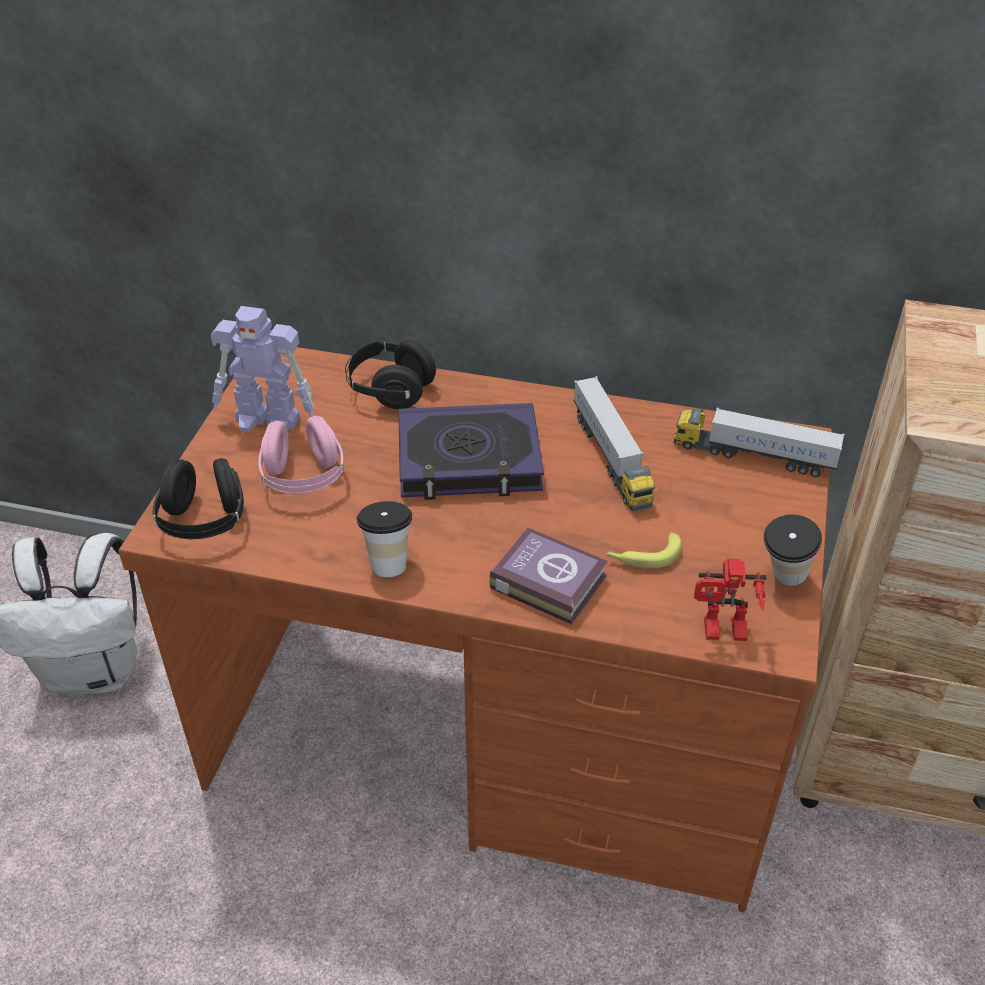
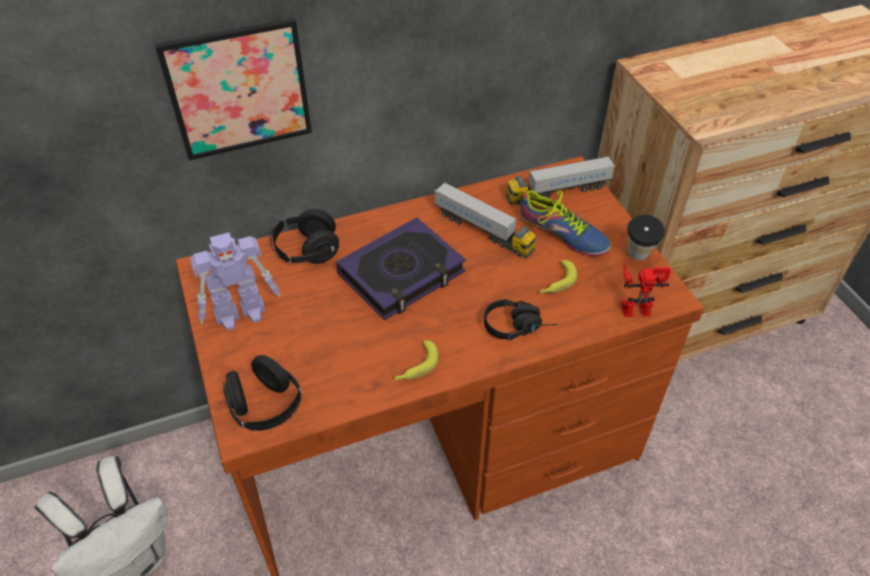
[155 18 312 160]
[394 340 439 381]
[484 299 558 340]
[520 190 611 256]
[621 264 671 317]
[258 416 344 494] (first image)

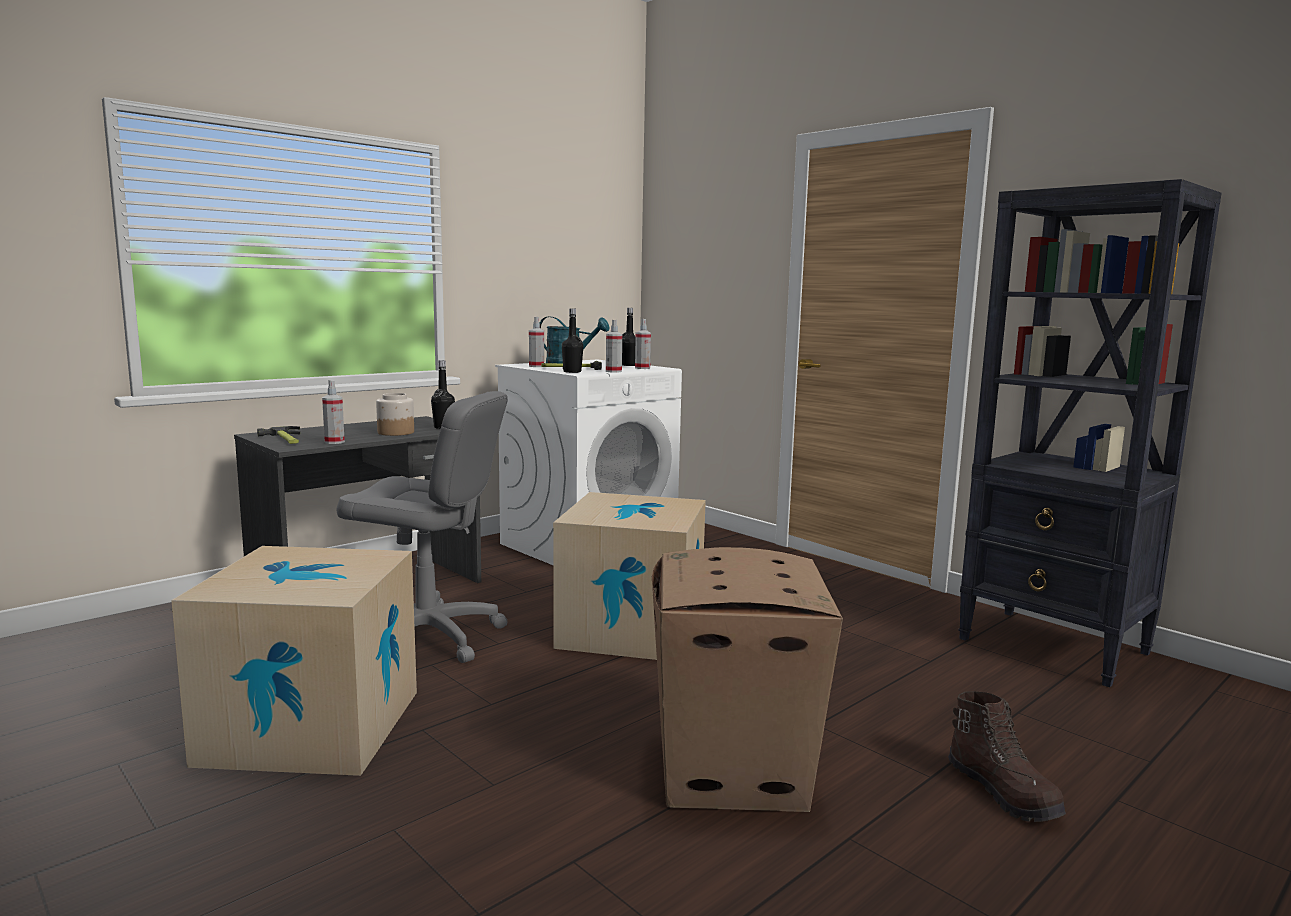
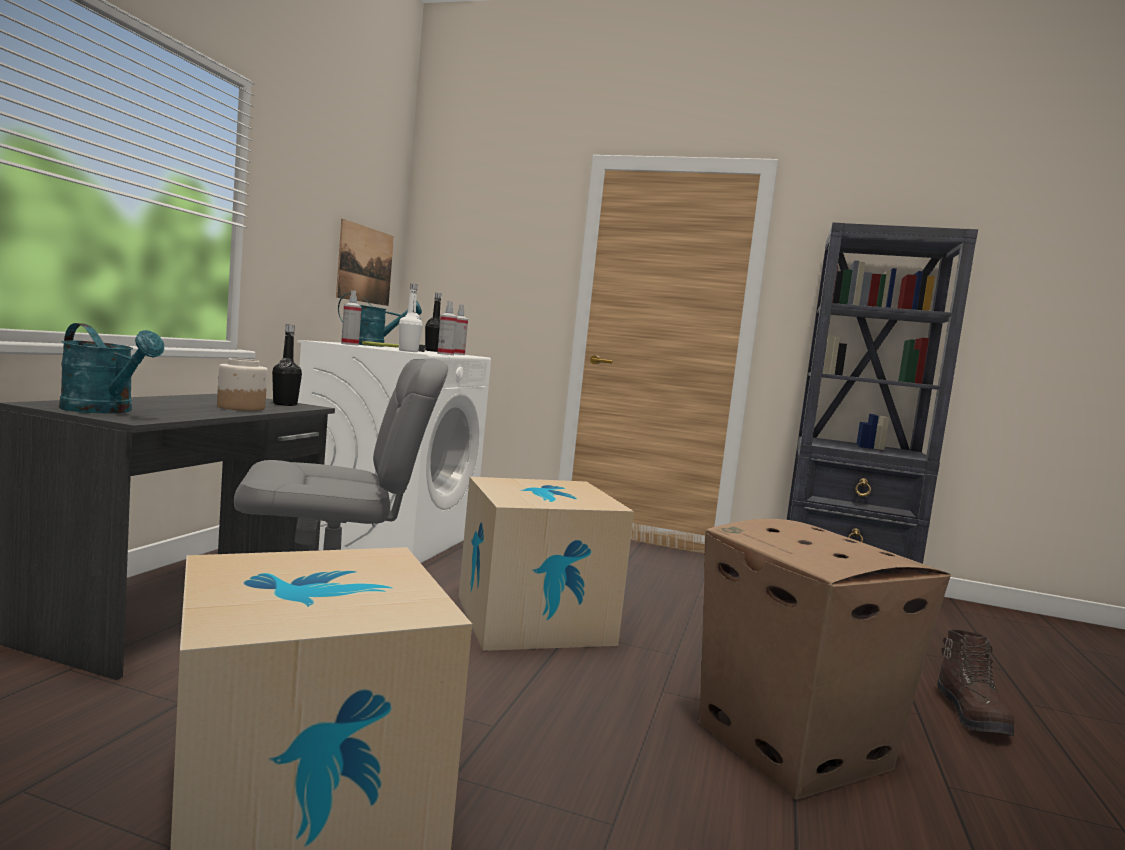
[59 323 164 413]
[336 219 394 306]
[399 284 422 352]
[937 630 1014 736]
[322 380 345 444] (first image)

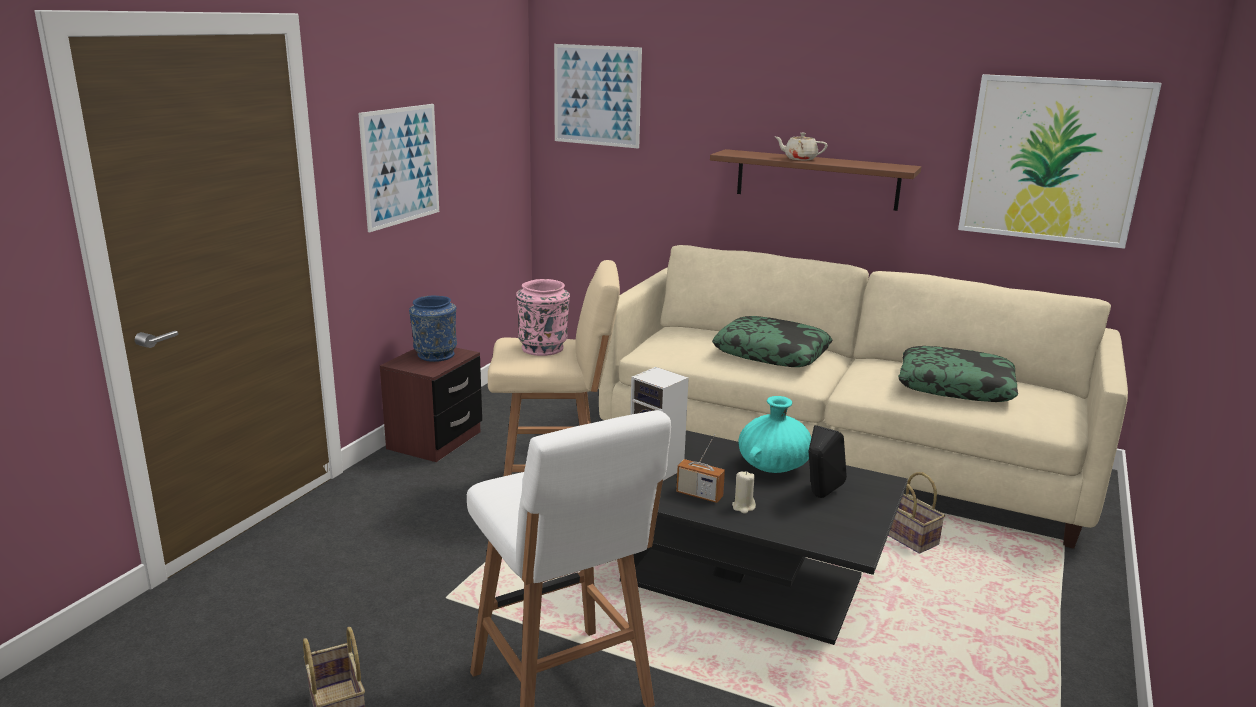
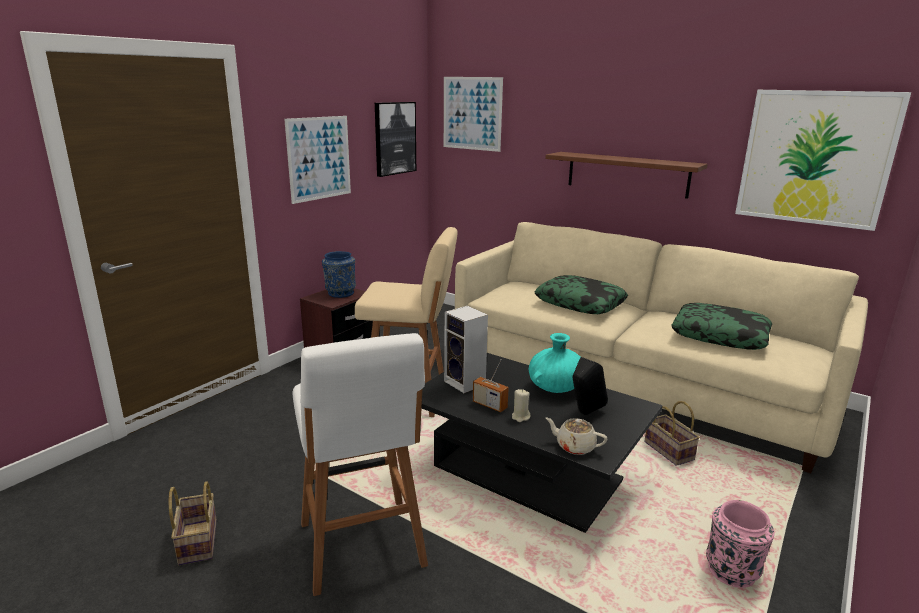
[375 102 416 177]
[546 417 608 455]
[706 500 775 588]

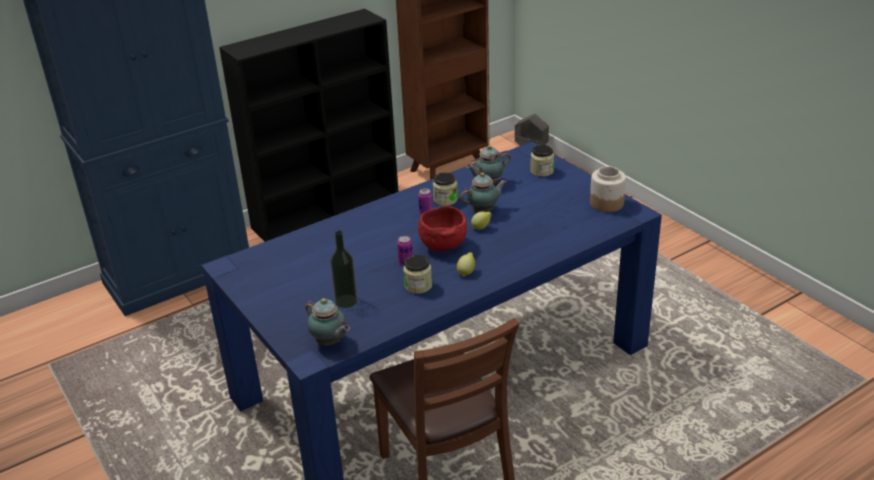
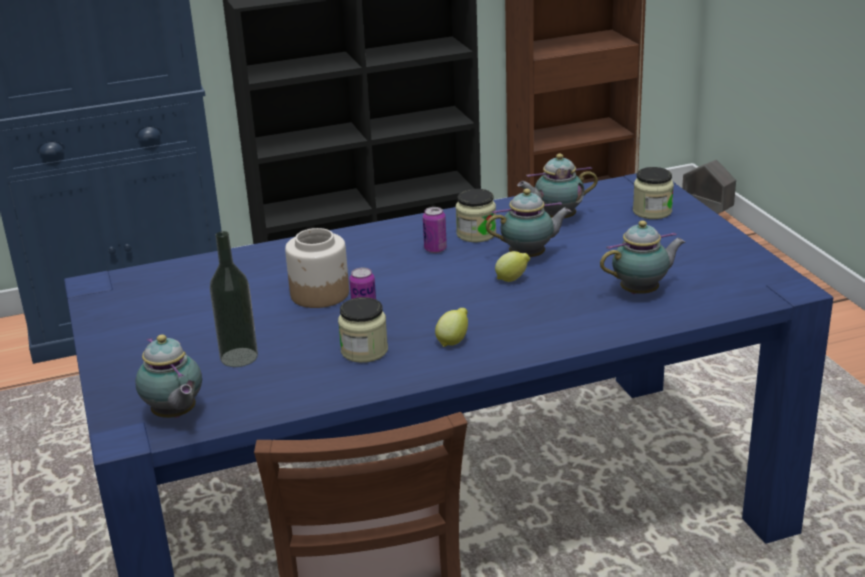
[285 228 349 308]
[600 220 685 294]
[418 206 467 251] (first image)

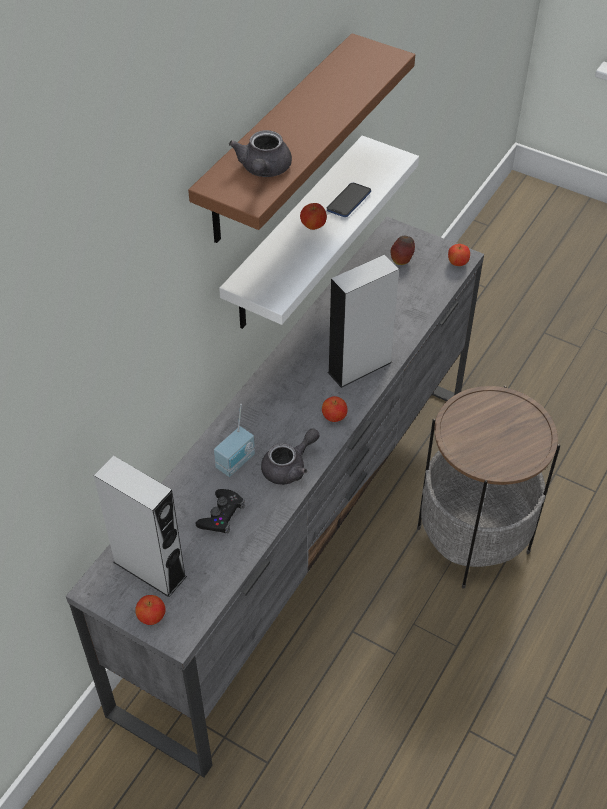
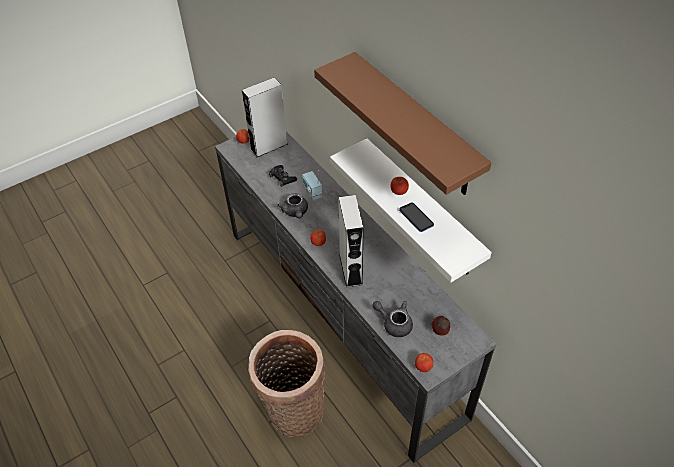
[249 330 325 437]
[372 301 413 337]

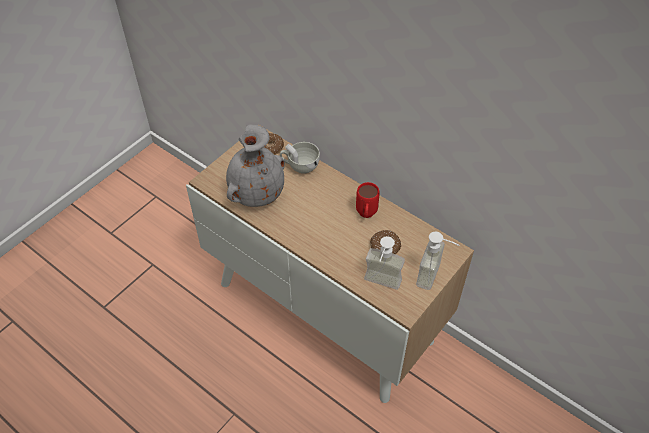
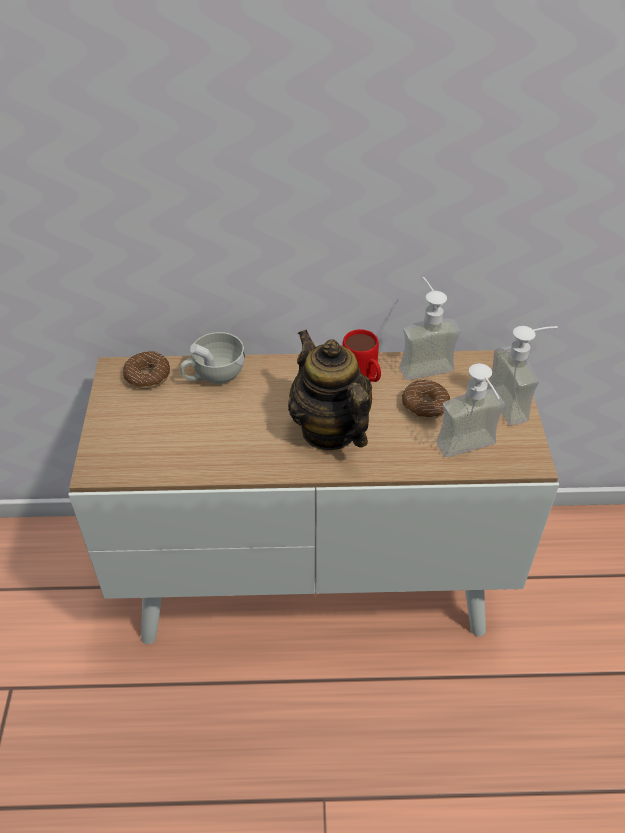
[288 330 372 451]
[399 277 460 380]
[226 124 285 207] (first image)

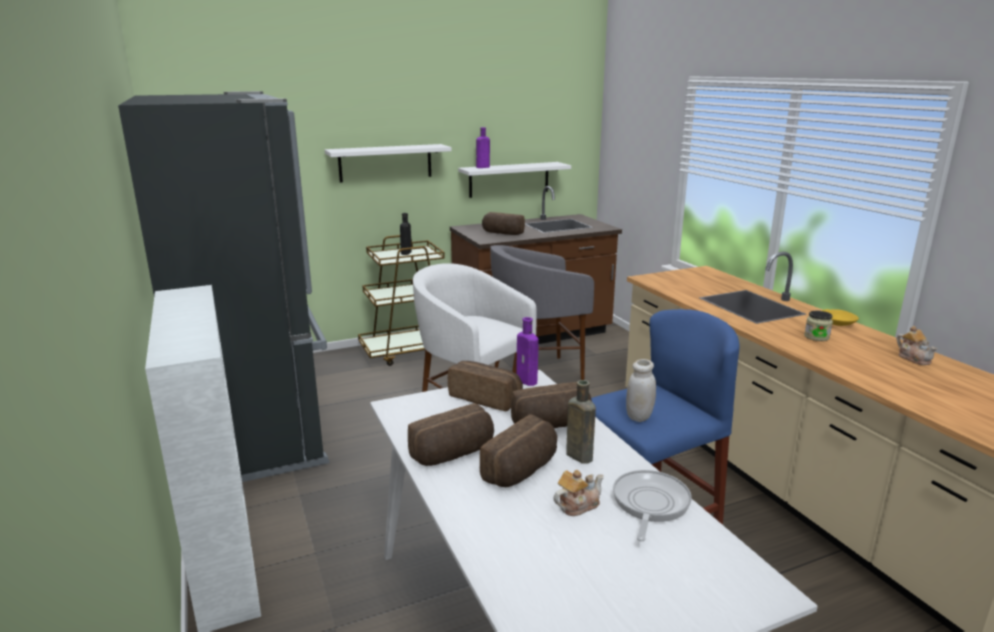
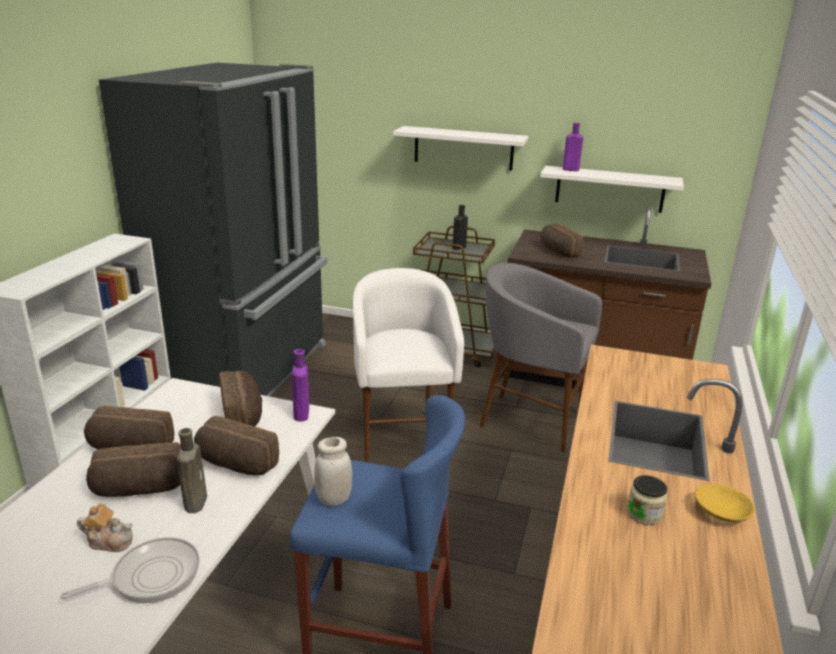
[897 326 937 365] (first image)

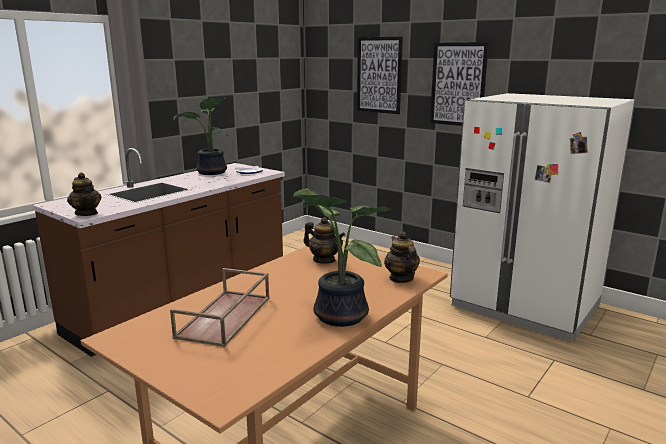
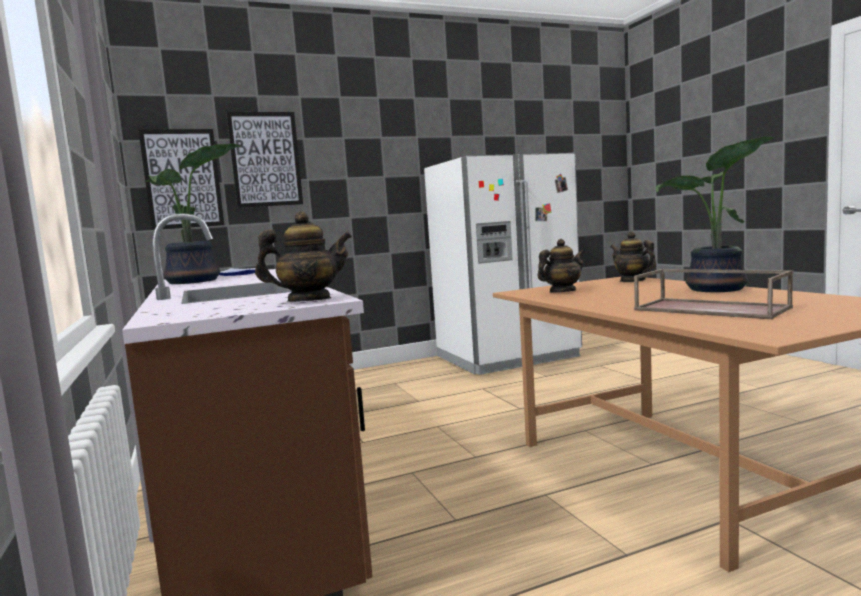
[138 129 224 230]
[610 232 656 282]

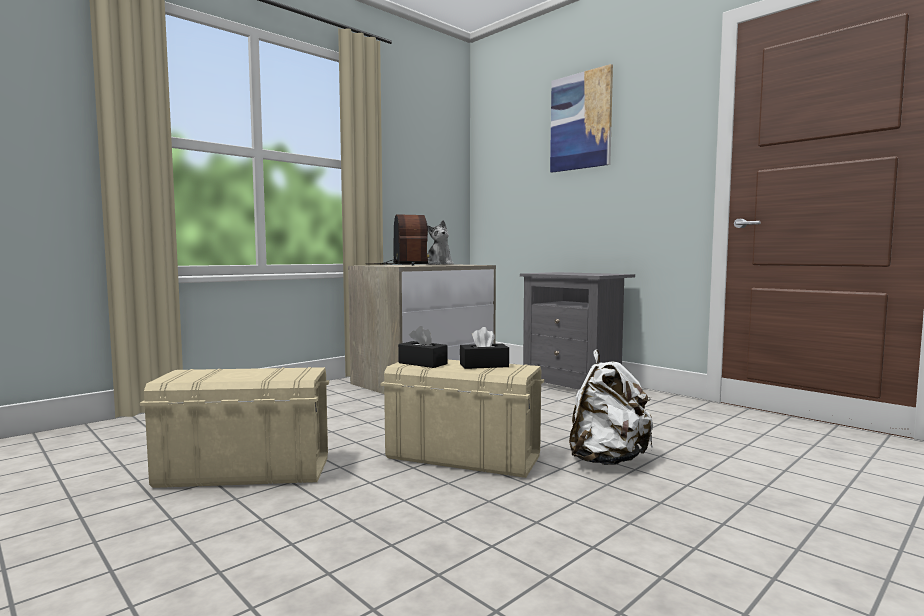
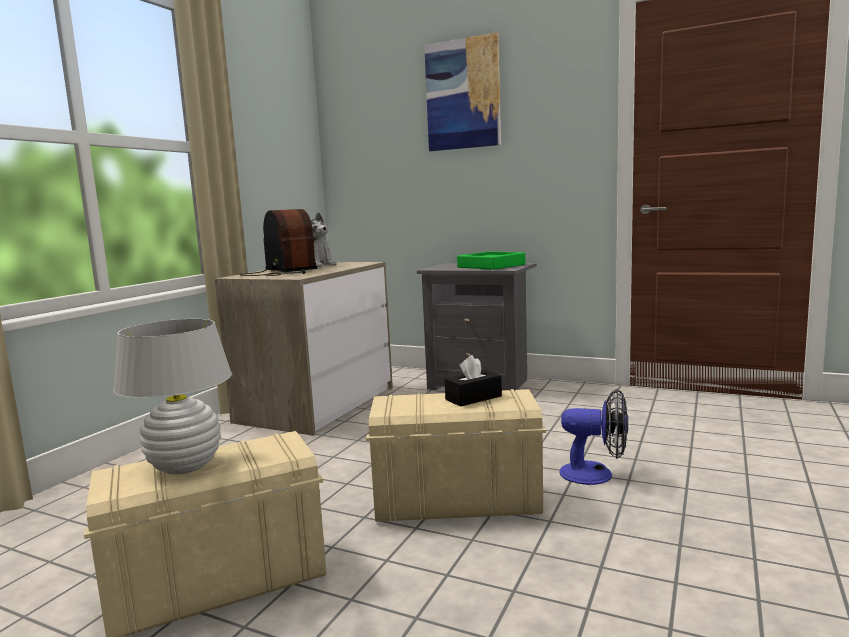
[113 319 232 475]
[457 251 525 270]
[559 389 628 485]
[398 326 448 368] (first image)

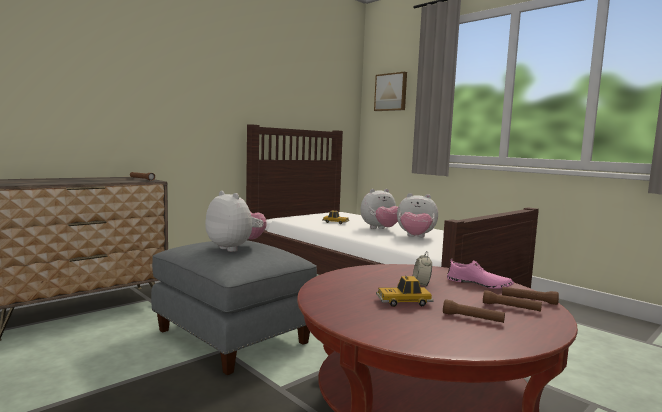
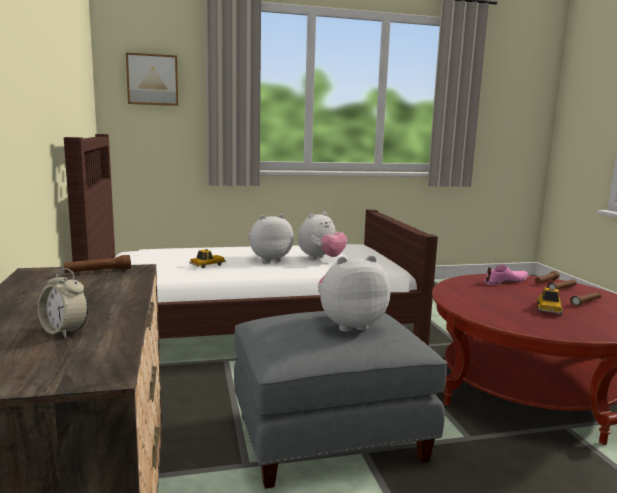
[38 268 88 338]
[248 214 293 263]

